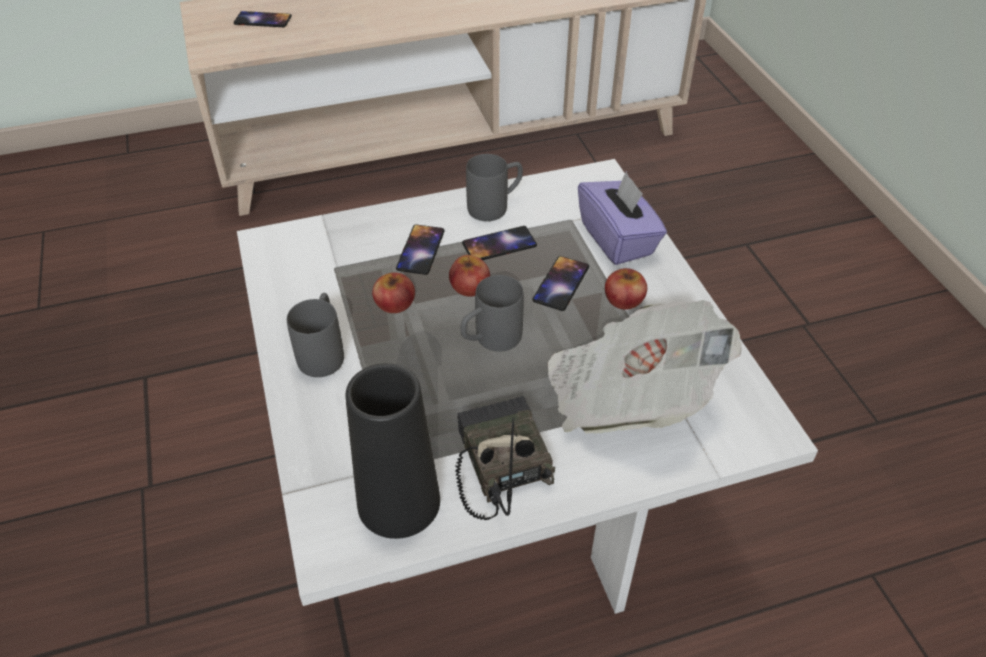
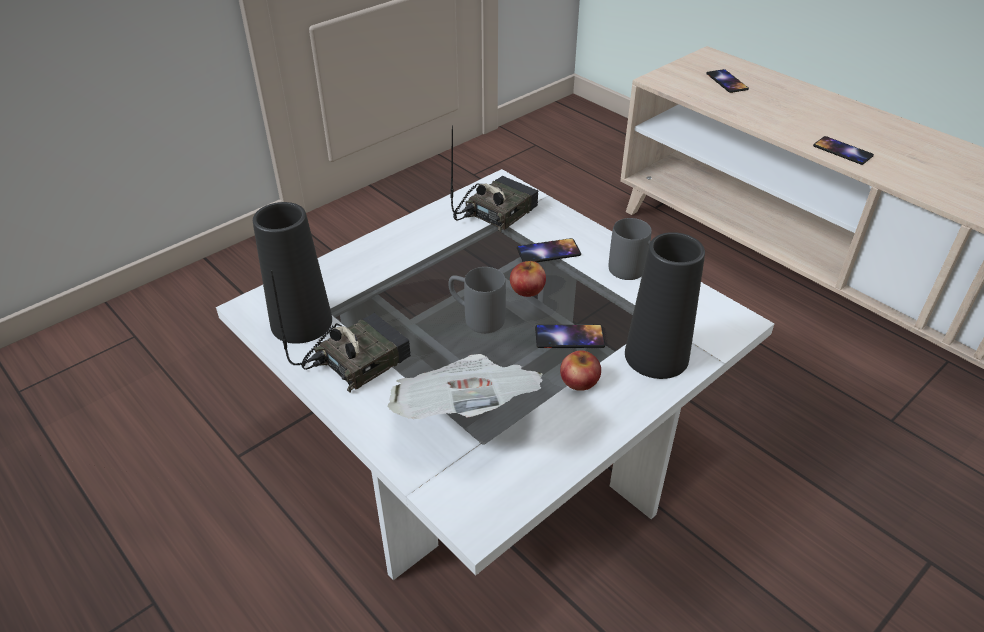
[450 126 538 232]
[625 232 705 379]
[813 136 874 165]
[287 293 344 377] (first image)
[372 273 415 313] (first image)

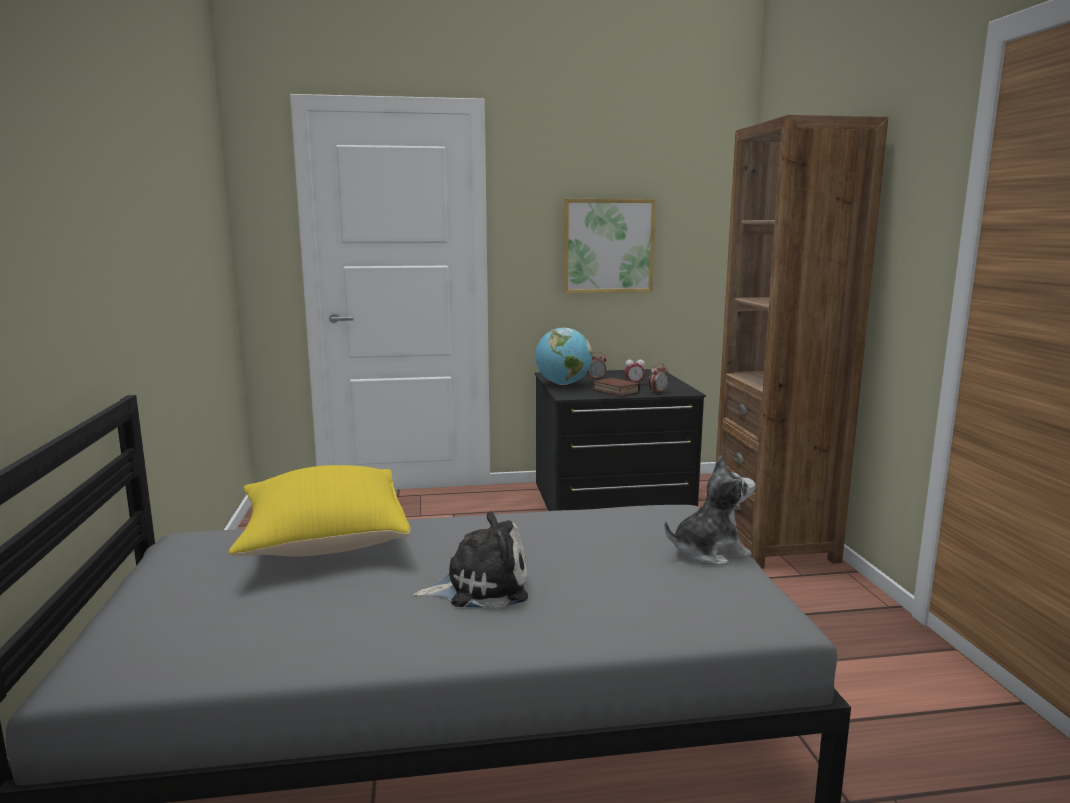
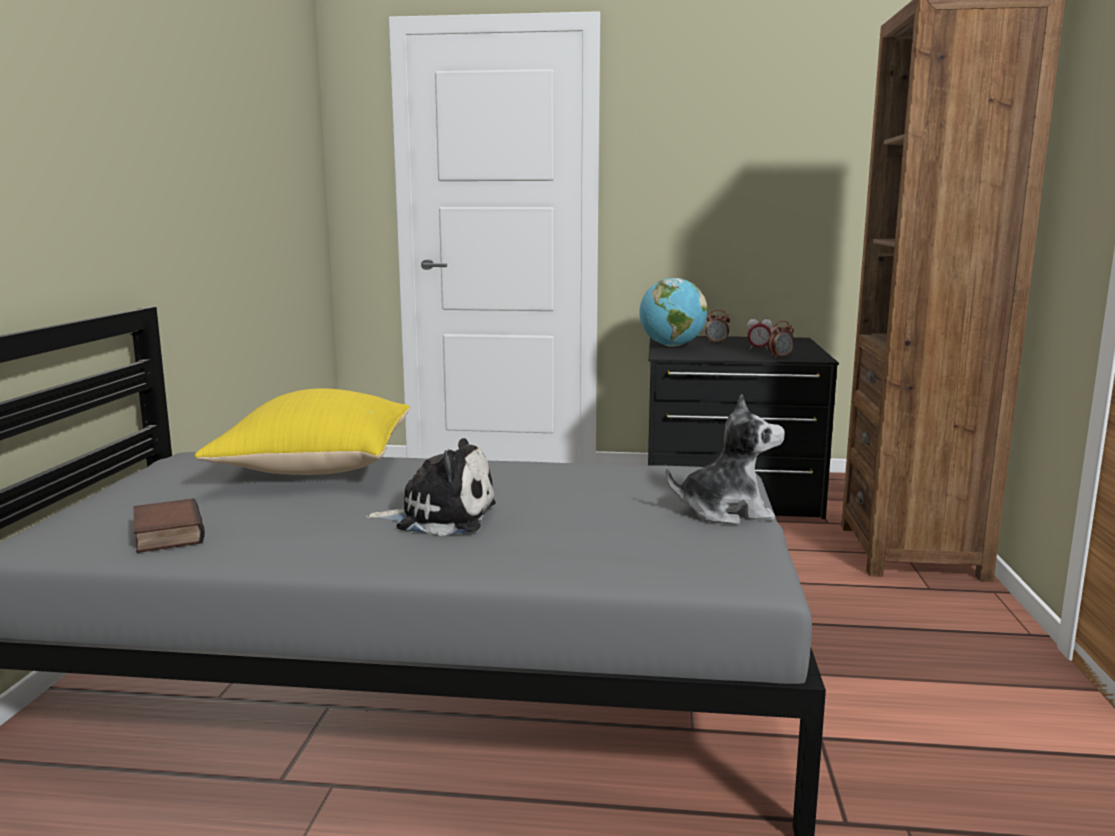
[133 498 205 553]
[563 199 656 293] (first image)

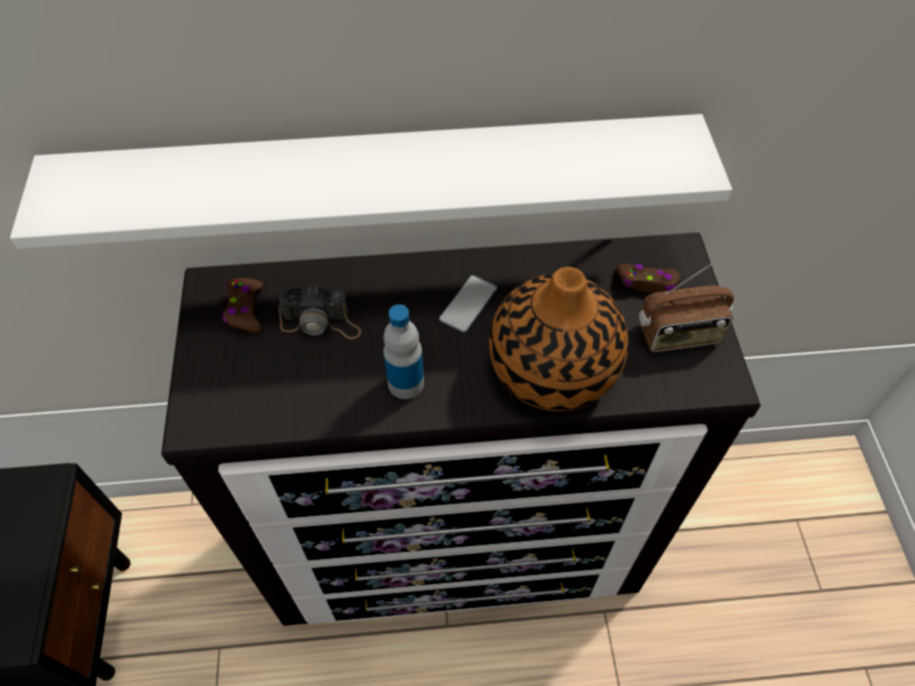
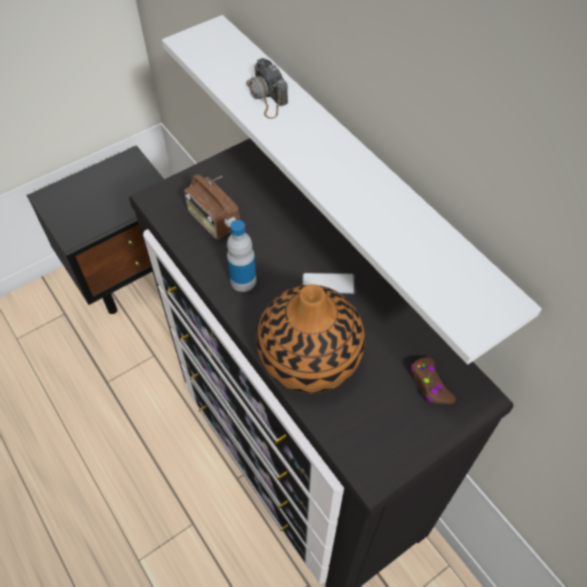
[184 174 240 240]
[246 58 288 119]
[222 278 263 333] (first image)

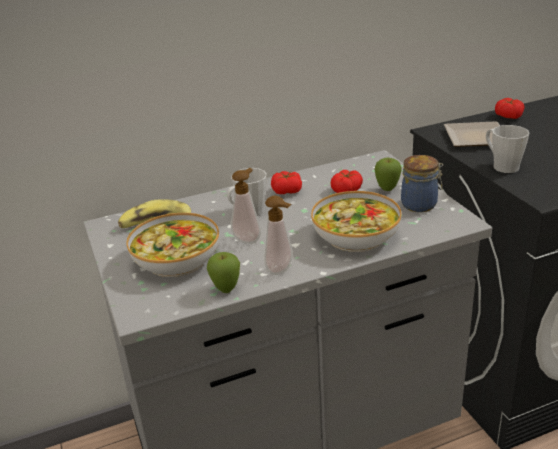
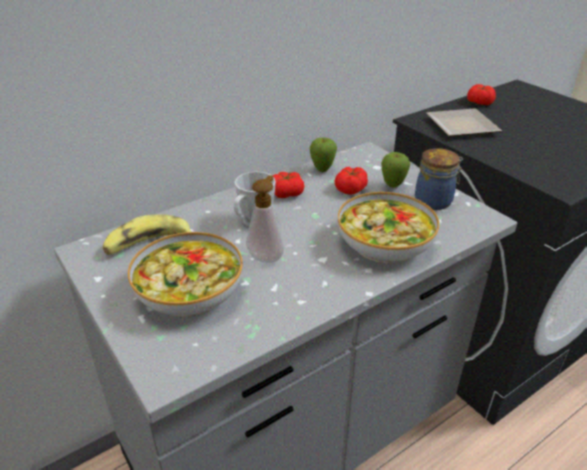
[310 138 337 172]
[264 196 293 275] (first image)
[486 125 530 173] (first image)

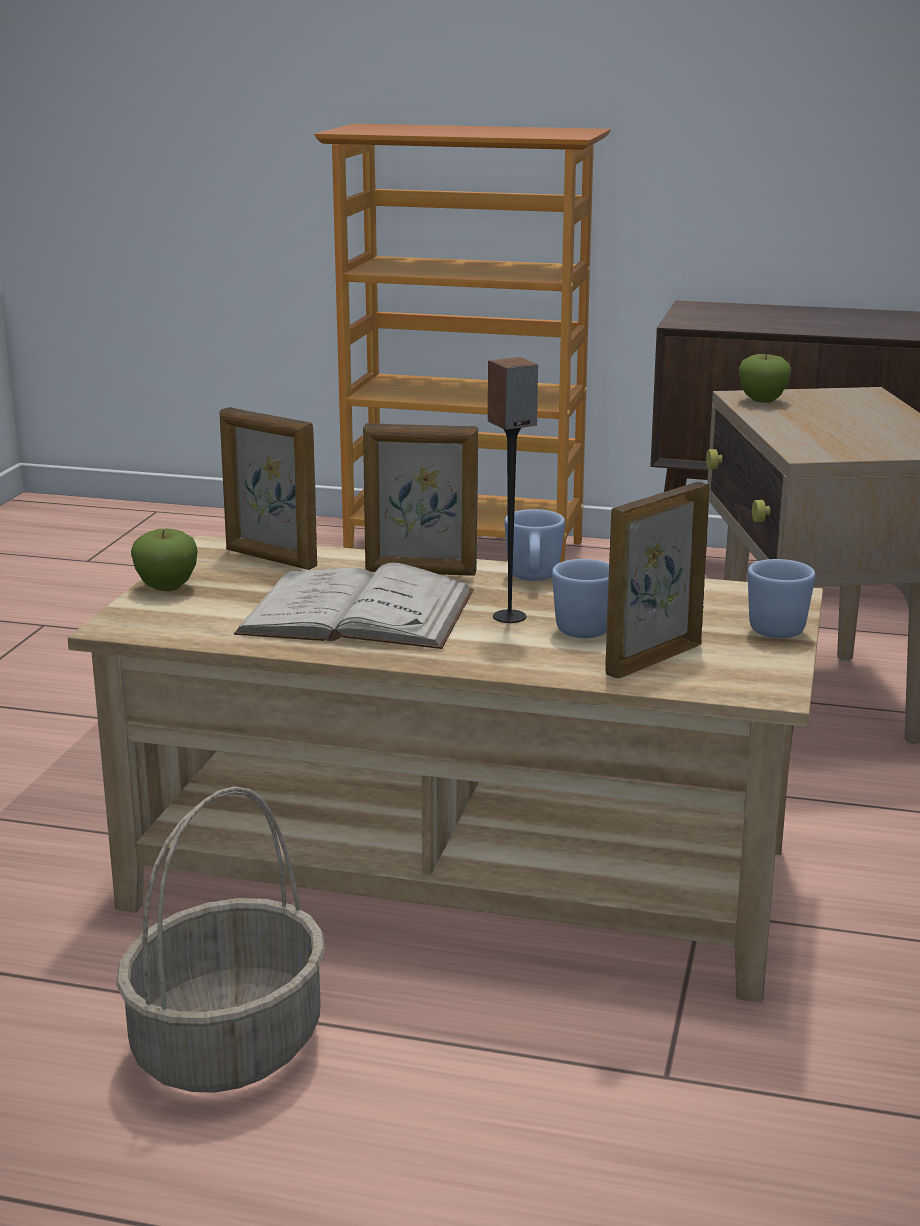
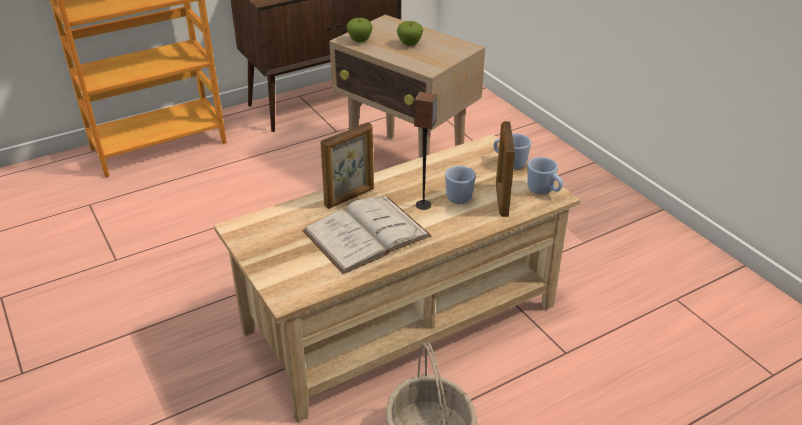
[397 21 423 46]
[527 157 563 195]
[220 407 317 570] (first image)

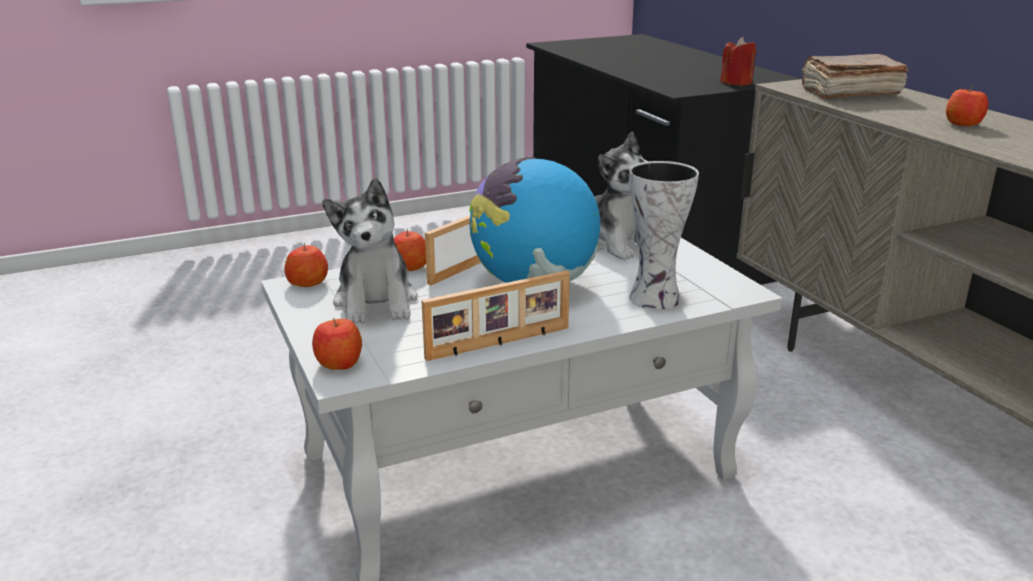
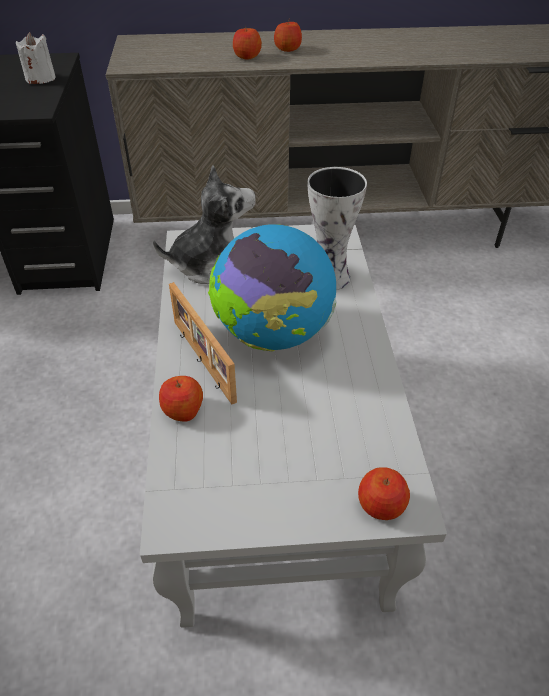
[16 32 56 84]
[233 26 262 60]
[322 178 418 324] (first image)
[421 271 570 361] (first image)
[802 54 909 99] (first image)

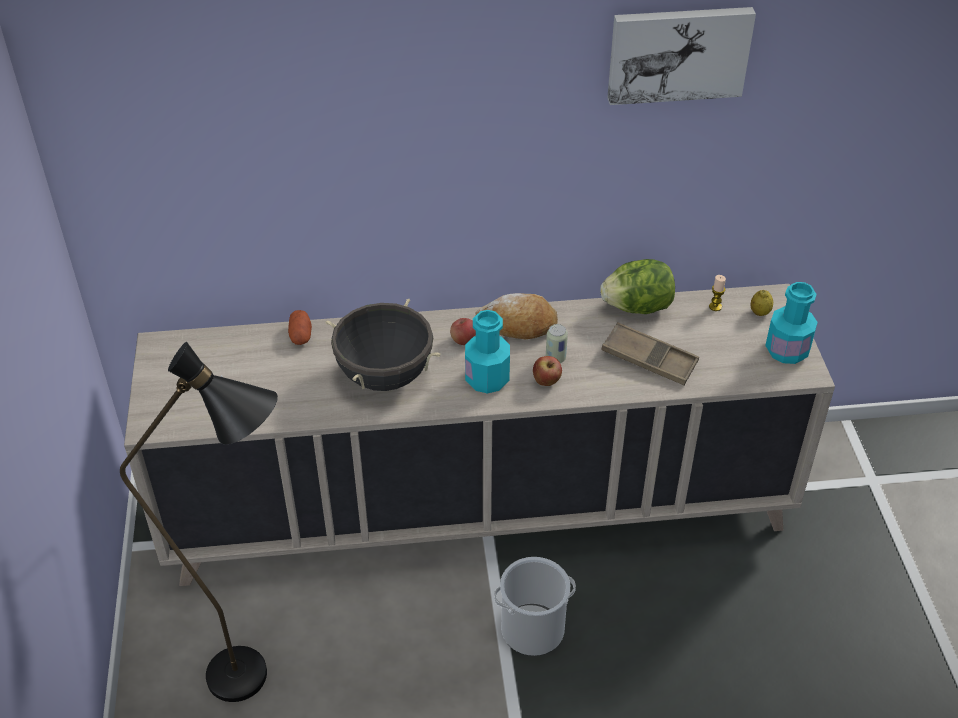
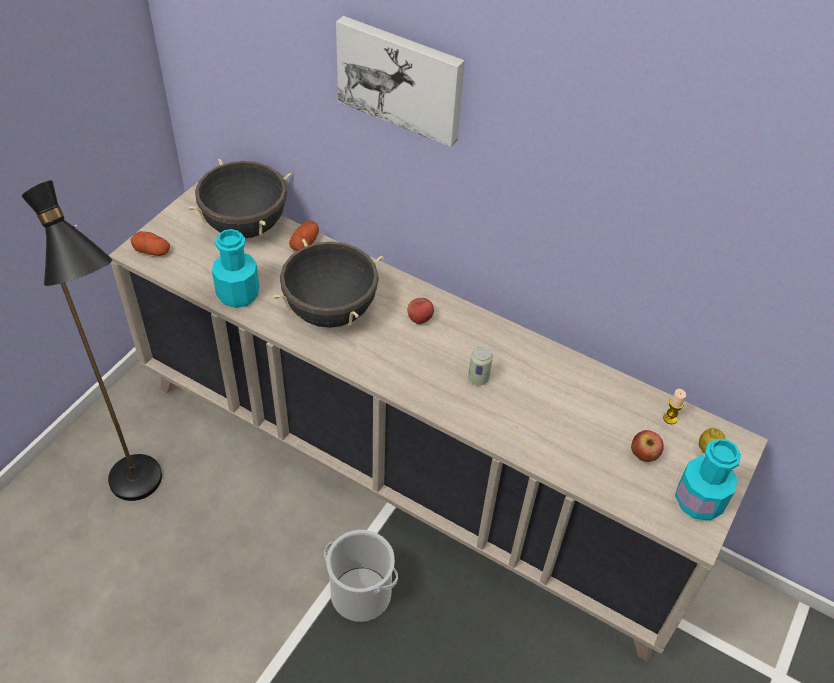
[131 231 170 256]
[188 159 293 238]
[212 229 260 308]
[336 16 465 147]
[631 430 664 462]
[476 293 558 339] (first image)
[600 259 675 314] (first image)
[601 322 699 385] (first image)

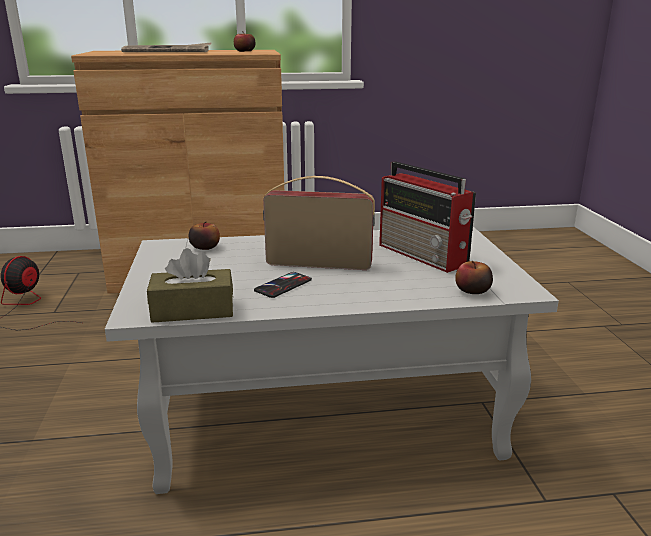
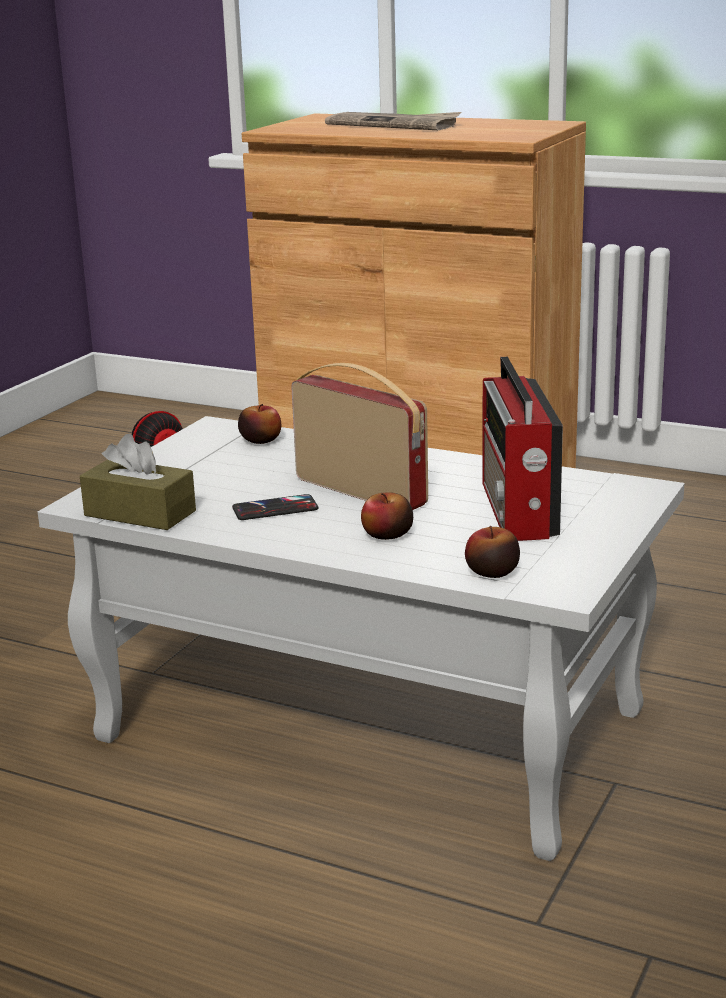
[361 492 413 540]

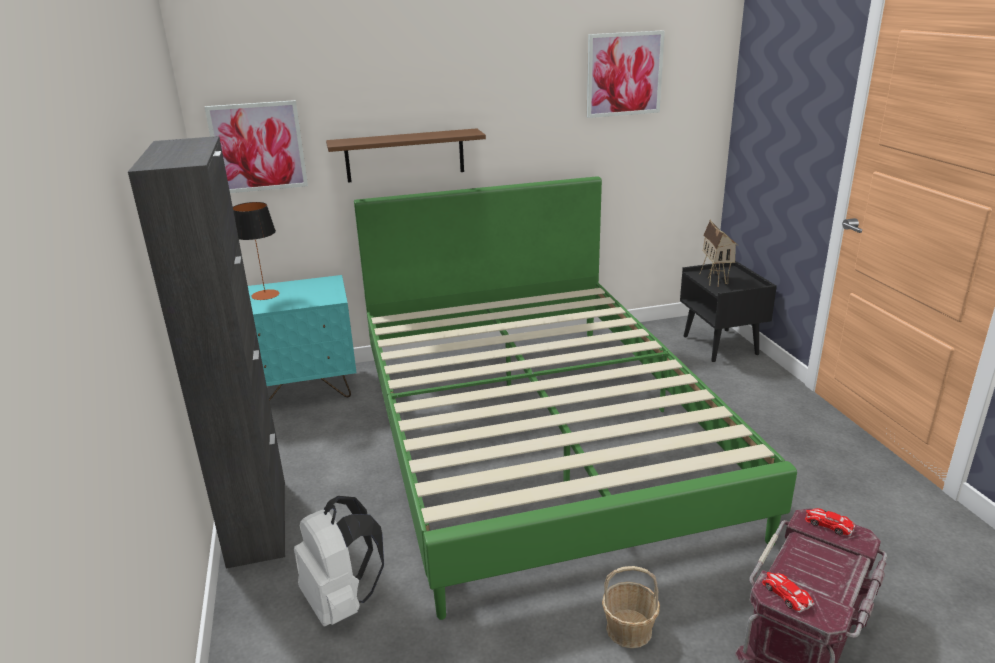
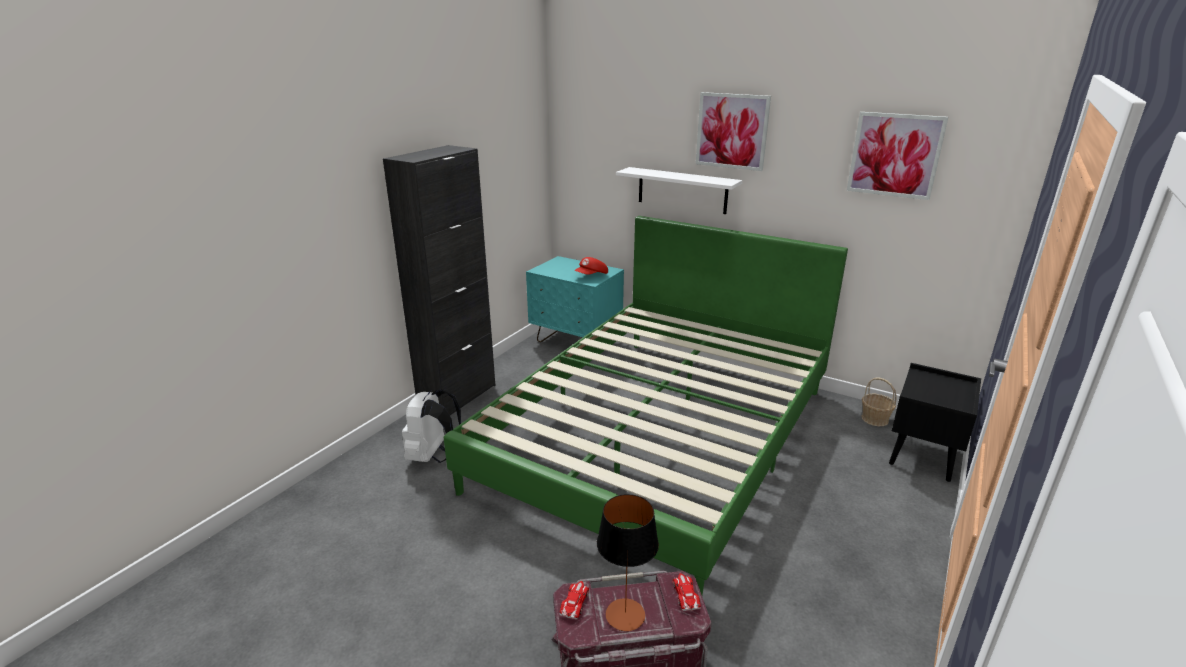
[575 257 608 275]
[597 494 659 631]
[616 167 742 214]
[696 92 771 171]
[862 377 897 426]
[699 220 738 287] (first image)

